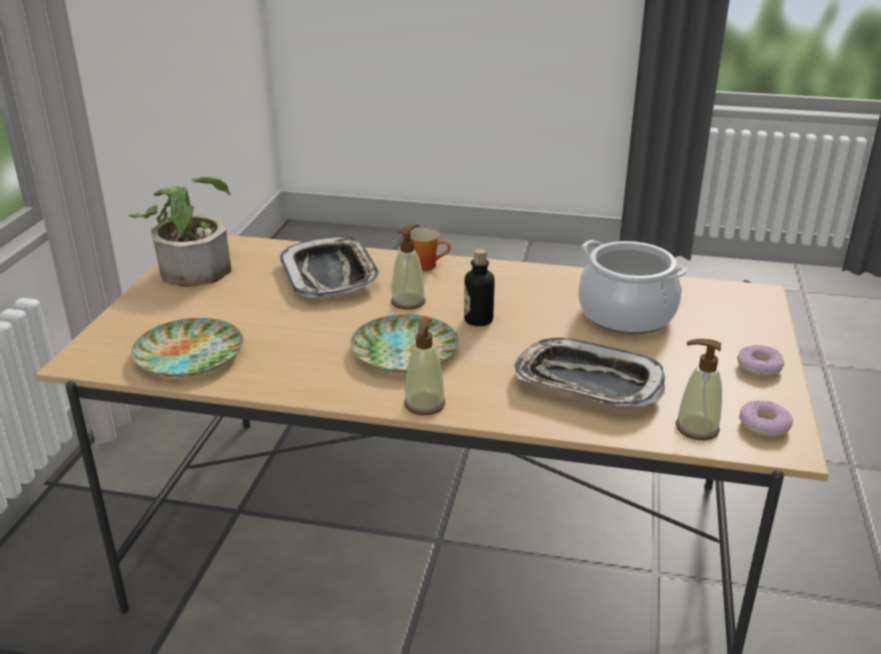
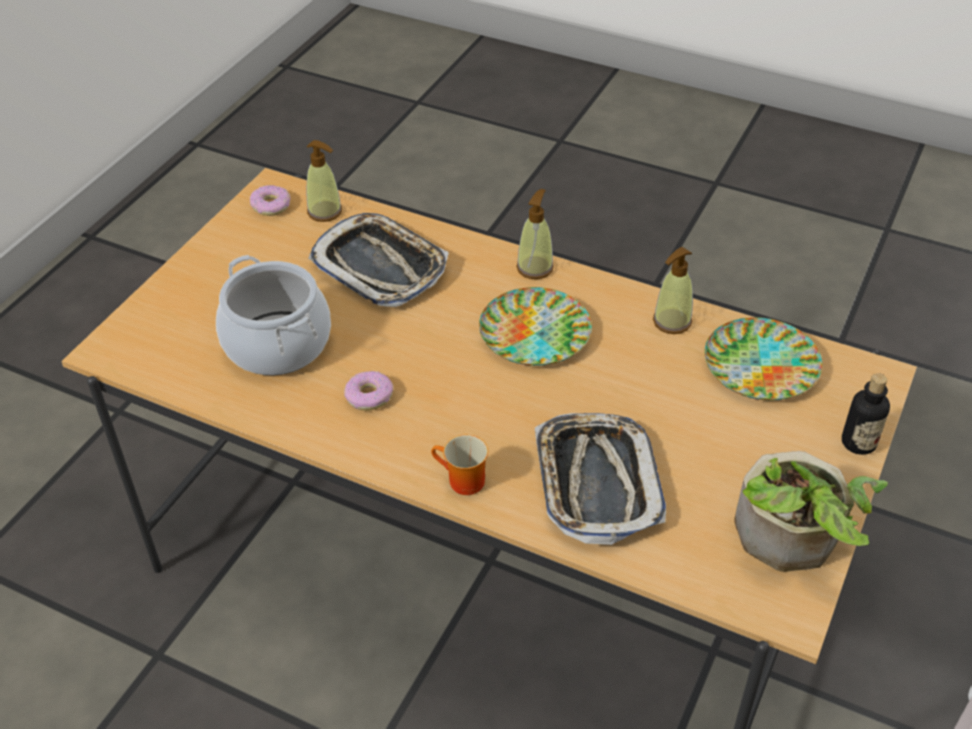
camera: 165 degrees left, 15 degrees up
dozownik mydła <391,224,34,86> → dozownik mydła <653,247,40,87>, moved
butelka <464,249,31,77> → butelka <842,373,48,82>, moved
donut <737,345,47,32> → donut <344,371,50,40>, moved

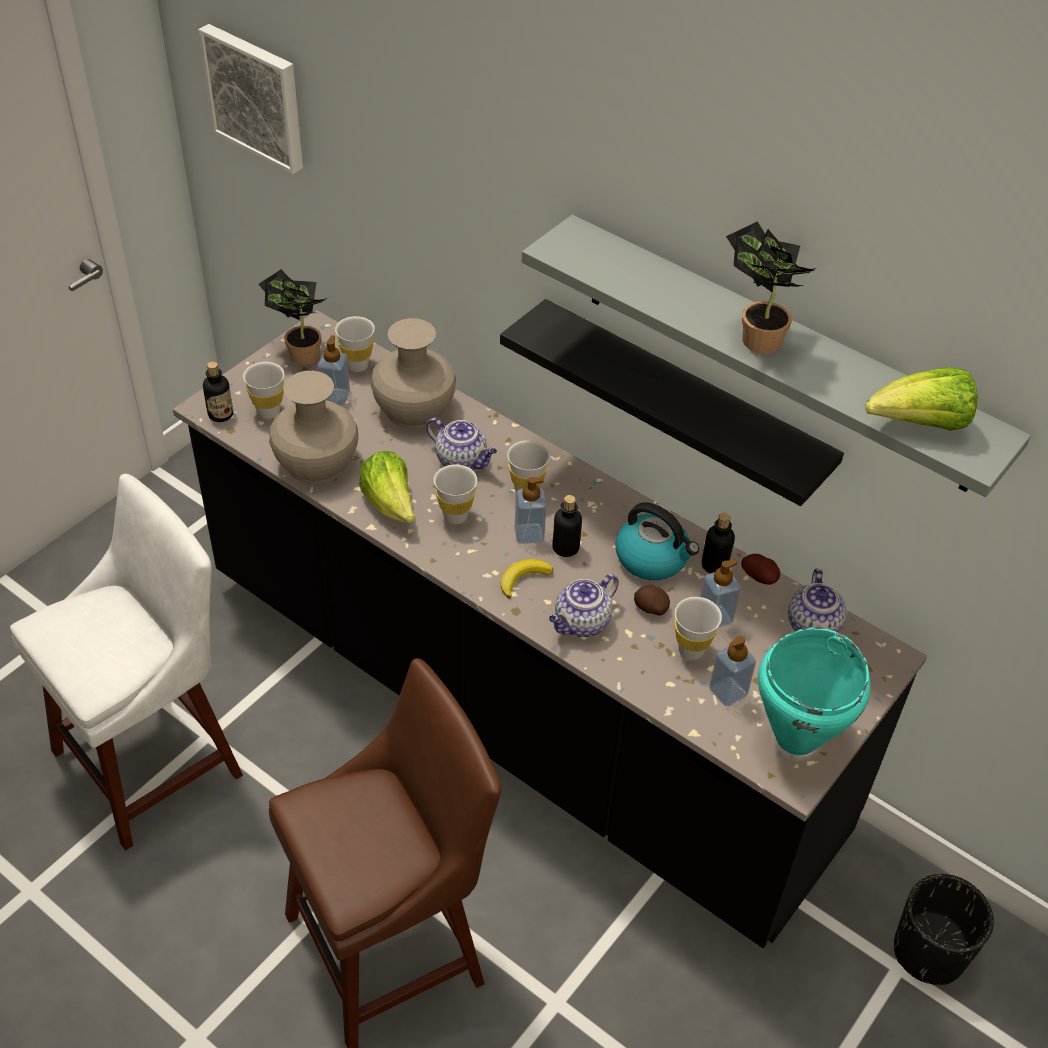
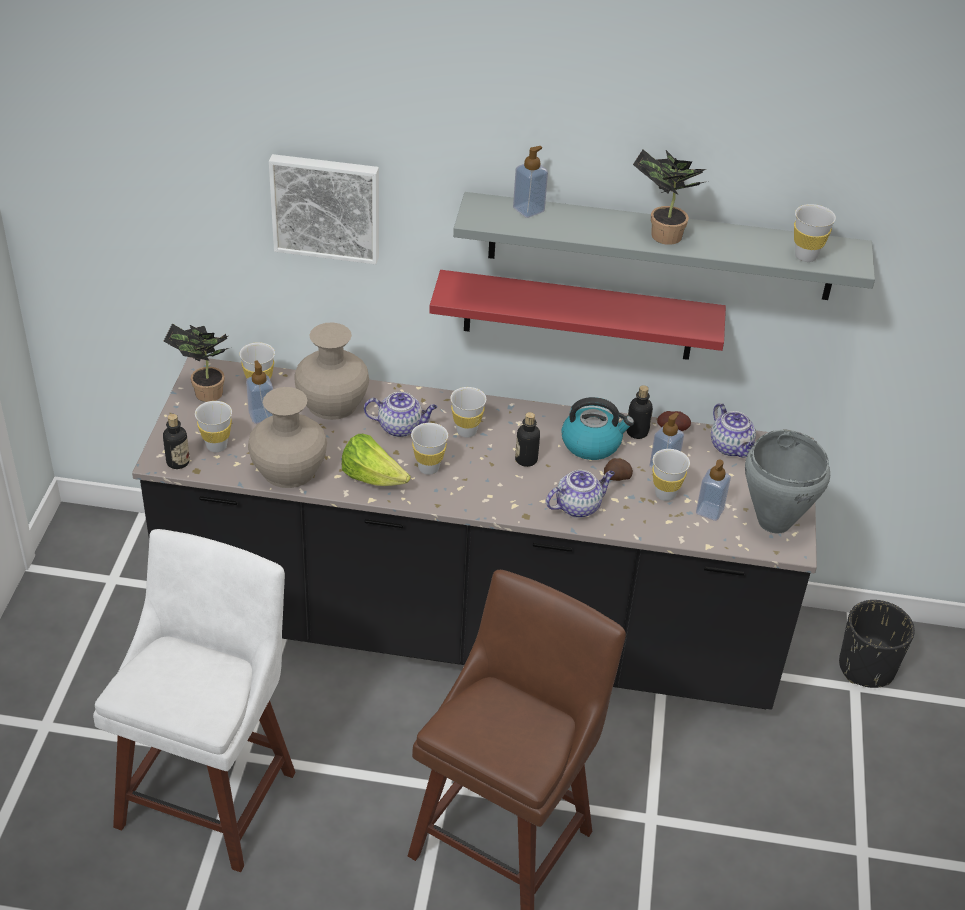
camera: 30 degrees left, 5 degrees down
obraz <198,24,105,150> → obraz <269,154,110,110>, moved
półka/czarny <500,299,344,207> → półka/czerwony <429,270,297,90>
sałata <866,367,112,64> → filiżanka/biały <794,204,42,58>
dozownik mydła <515,477,31,67> → dozownik mydła <513,146,35,72>, moved
banan <500,559,53,40> → -
imbryk <549,574,70,63> → imbryk <546,470,69,48>, 135 degrees counterclockwise
garnek/turkusowy <758,628,113,127> → garnek/szary <745,430,85,104>

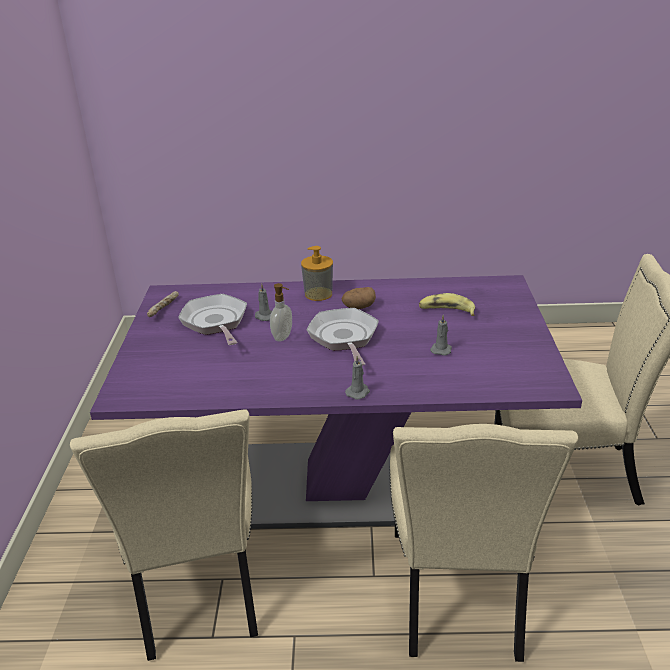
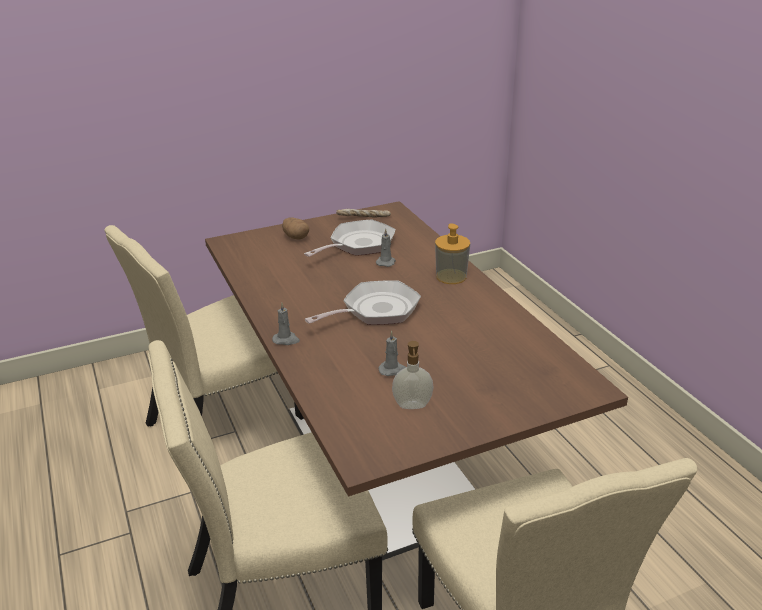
camera: 65 degrees right, 0 degrees up
stół jadalny/fioletowy <90,275,492,254> → stół jadalny/brązowy <205,201,423,359>
dozownik mydła <270,283,22,59> → dozownik mydła <392,341,42,68>, moved
ziemniak <341,287,35,22> → ziemniak <282,217,27,23>, moved
banan <419,293,56,23> → -

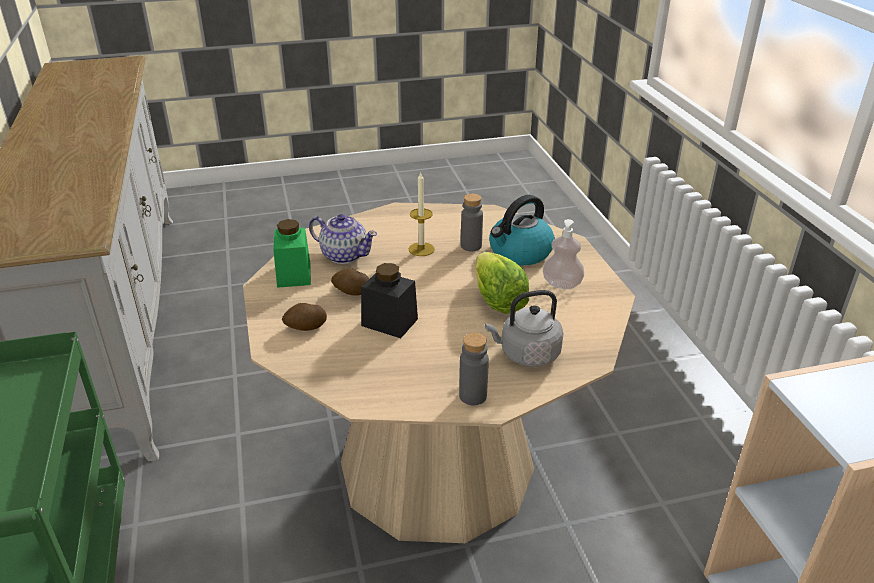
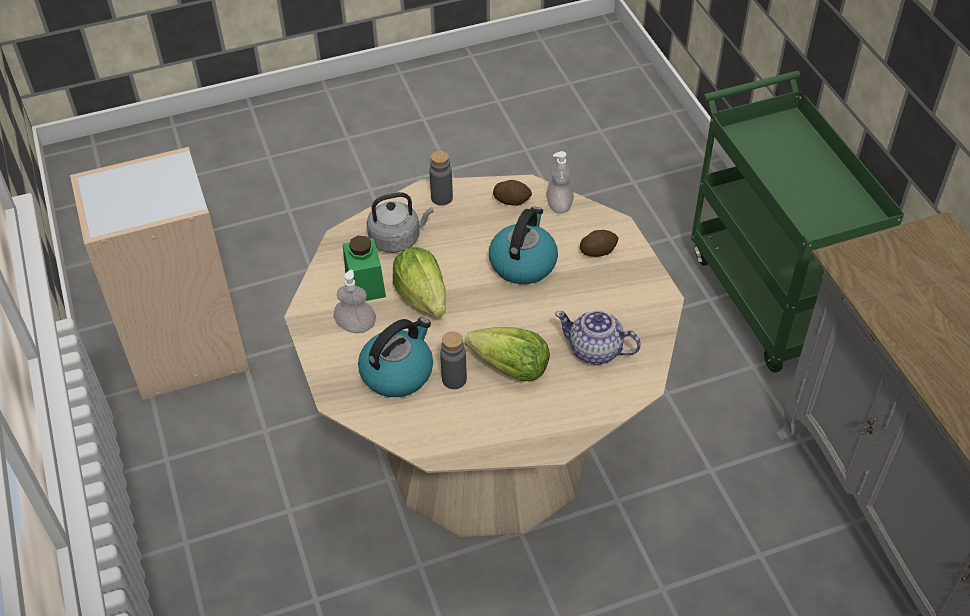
camera: 175 degrees right, 15 degrees up
świeca <409,171,26,85> → sałata <465,327,85,55>
słoik/zielony <273,219,38,69> → słoik/zielony <343,236,43,65>, moved
słoik/czarny <361,263,57,75> → czajnik <489,207,69,77>
ziemniak <331,268,39,27> → ziemniak <493,180,39,26>, moved
- → dozownik mydła <546,151,28,63>

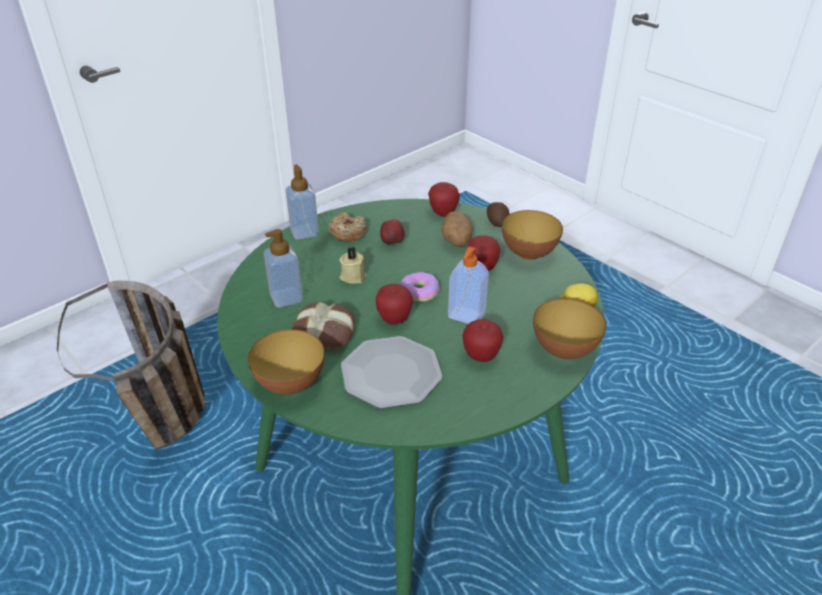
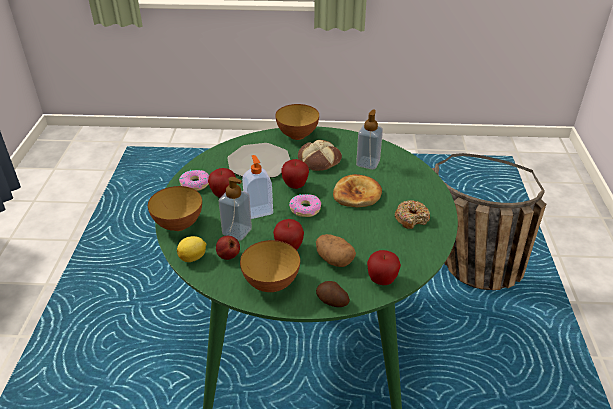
camera: 135 degrees right, 0 degrees up
dozownik mydła <286,164,33,76> → dozownik mydła <219,177,33,64>, moved
jabłko <380,219,25,27> → jabłko <216,236,24,24>, moved
świeca/beżowy <339,247,27,37> → chleb <333,174,49,33>
- → donut <179,170,30,21>

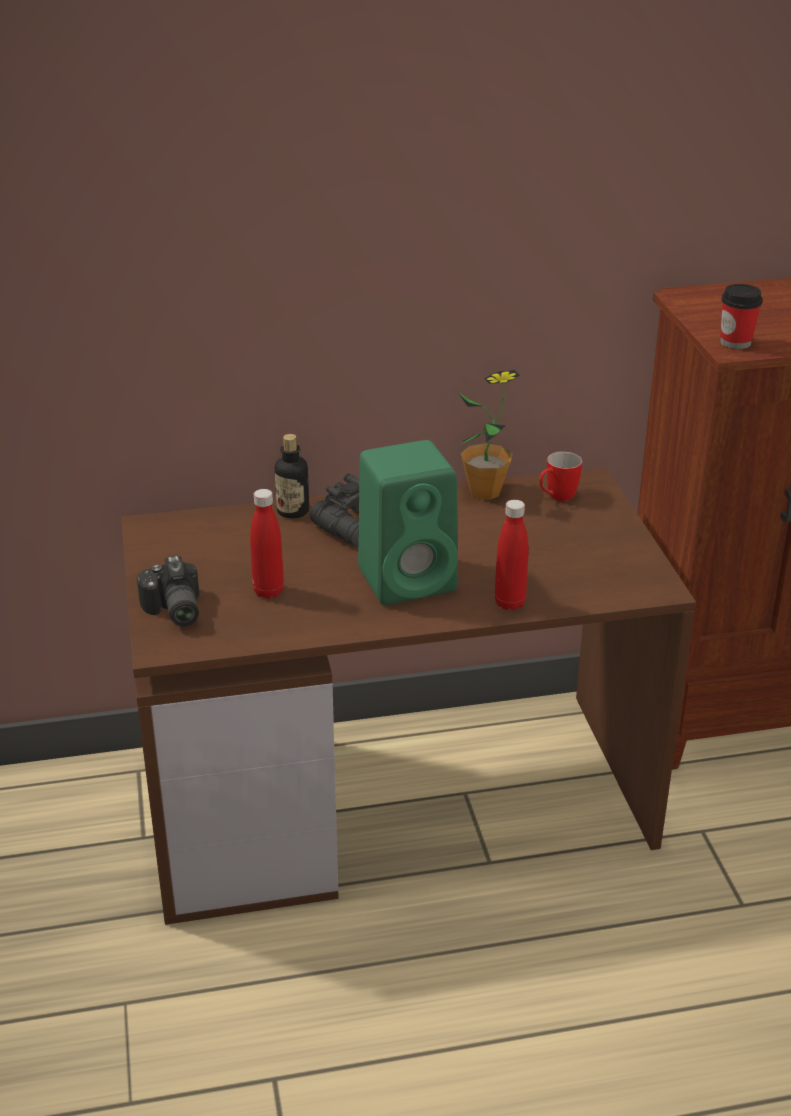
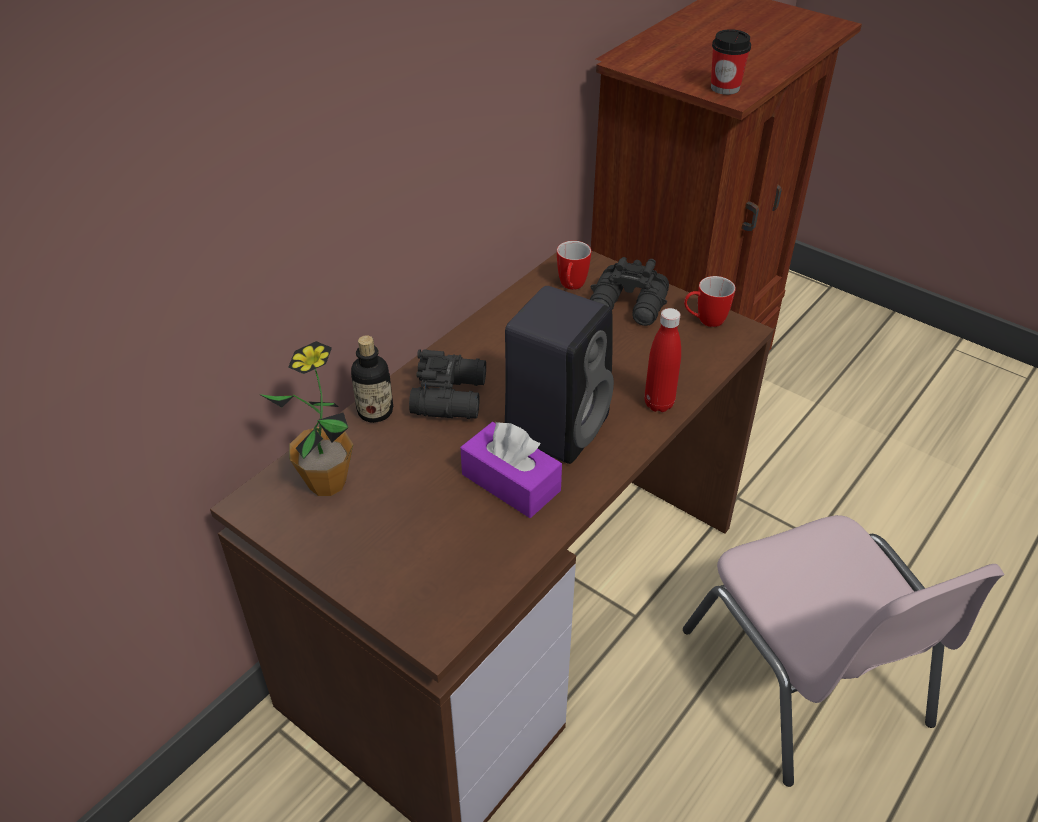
camera: 40 degrees left, 10 degrees up
roślina doniczkowa <457,370,63,129> → roślina doniczkowa <259,341,94,155>, moved
głośnik/zielony <358,440,100,165> → głośnik/czarny <505,286,109,178>
butelka/czerwony <250,489,34,110> → -
aparat fotograficzny <137,555,63,72> → -
- → lornetka/czarny <590,257,79,69>
- → kubek <684,276,52,51>
- → pudełko chusteczek/fioletowy <460,421,102,97>
- → krzesło/różowy <683,515,322,272>

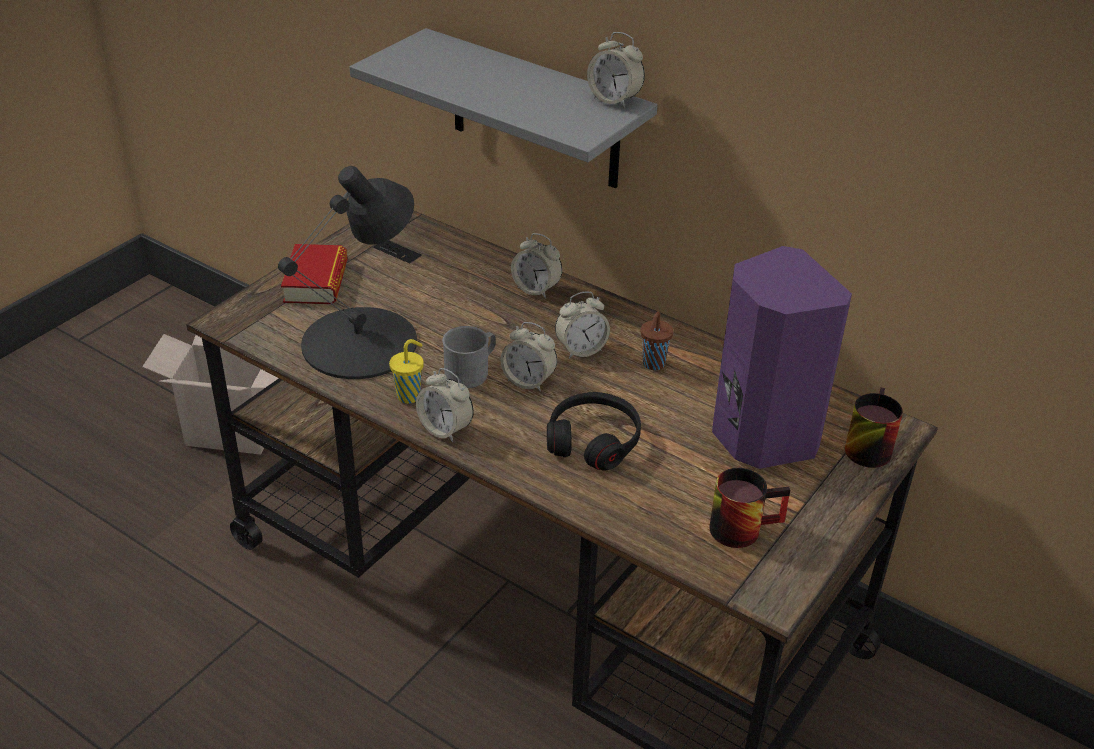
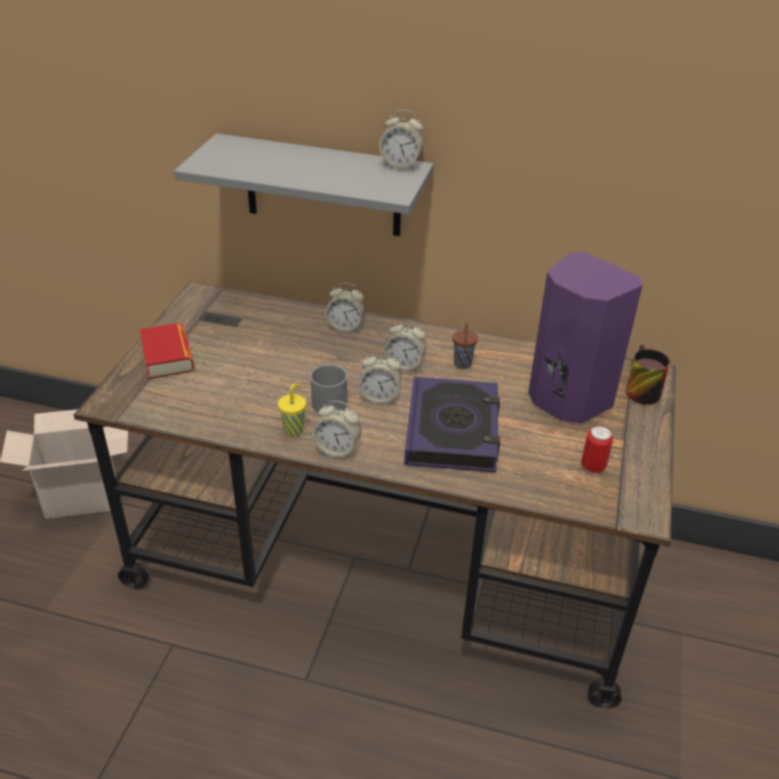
camera: 20 degrees left, 0 degrees up
lampa stołowa/czarny <278,166,139,213> → -
budzik <555,292,55,67> → budzik <384,319,42,53>, 60 degrees clockwise
słuchawki/czarny <547,392,94,79> → książka <404,377,96,96>
kubek <709,468,81,80> → puszka <581,426,32,49>

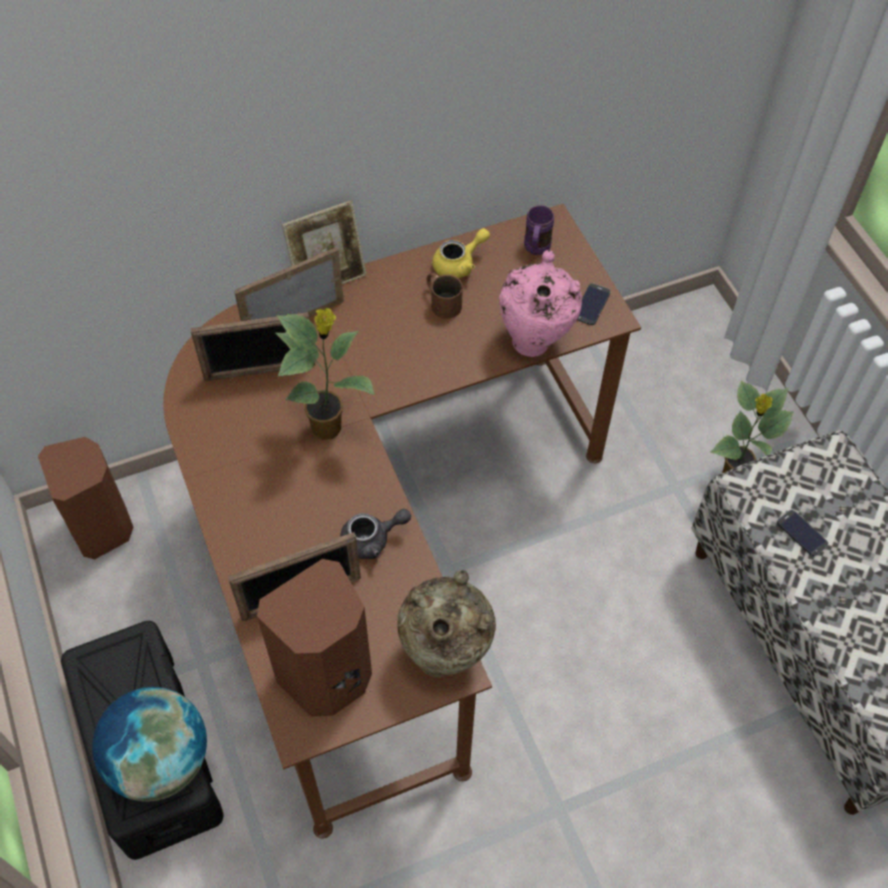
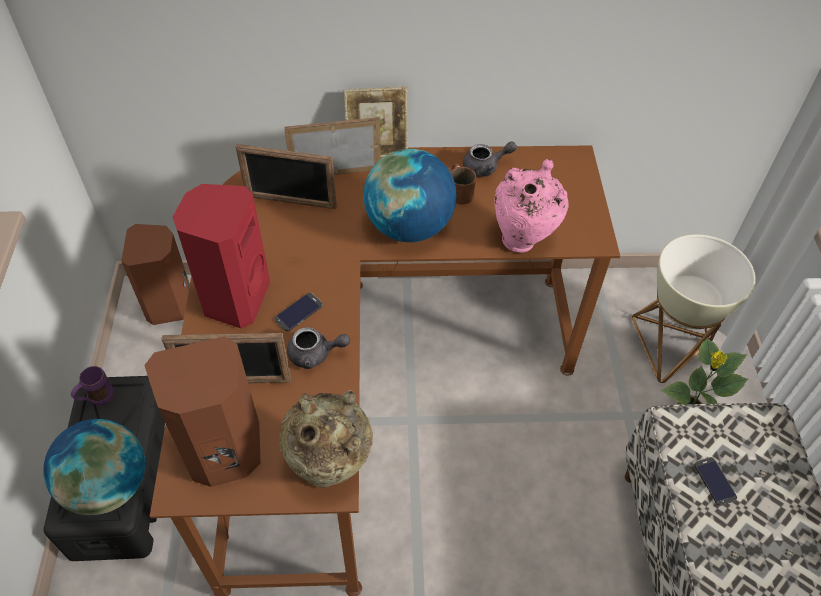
camera: 20 degrees right, 5 degrees down
kubek/fioletowy <524,205,30,50> → kubek/fioletowy <71,366,43,39>, moved
imbryk/żółty <432,228,58,50> → imbryk/szary <463,141,54,36>
telefon <577,283,34,42> → telefon <274,293,49,38>, moved
roślina doniczkowa <275,308,100,132> → -
- → globus <364,149,92,93>
- → głośnik/czerwony <173,184,97,144>
- → donica <632,234,124,149>

